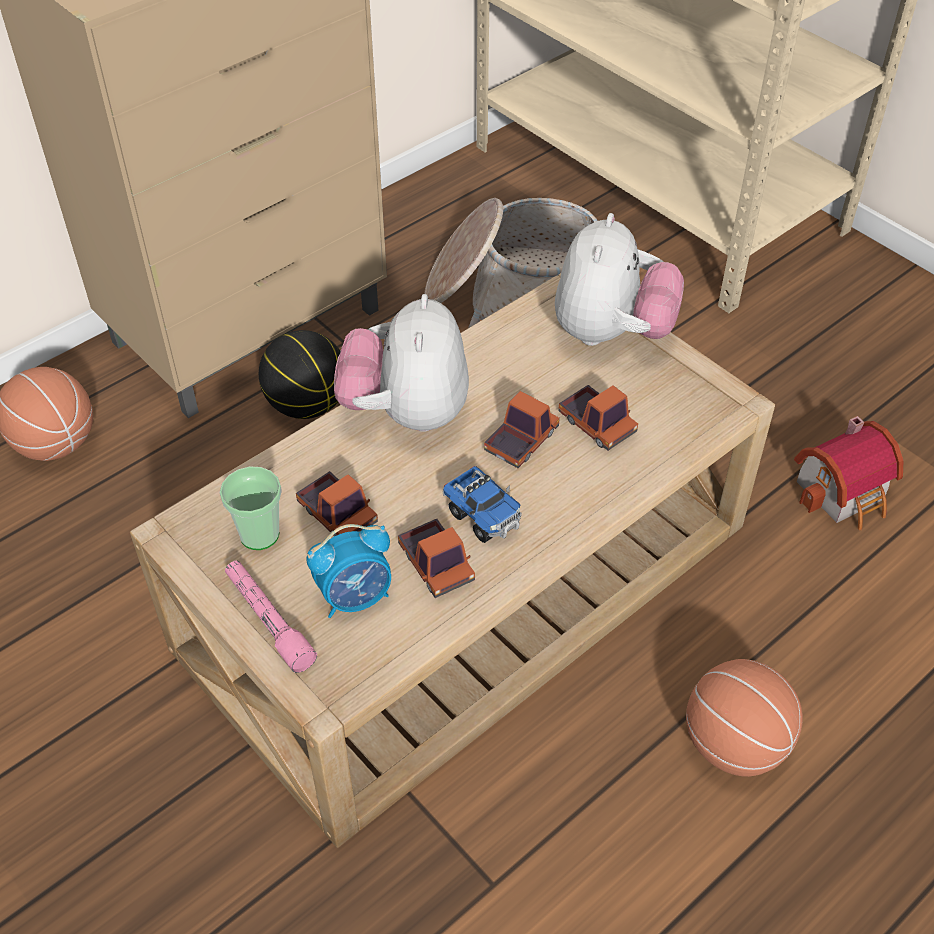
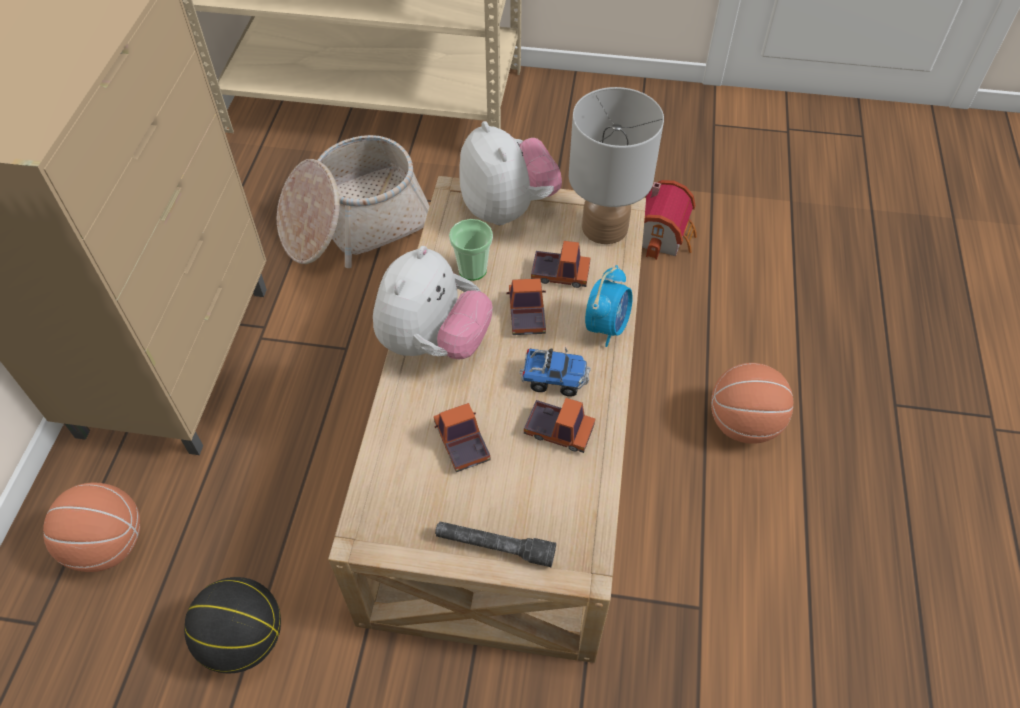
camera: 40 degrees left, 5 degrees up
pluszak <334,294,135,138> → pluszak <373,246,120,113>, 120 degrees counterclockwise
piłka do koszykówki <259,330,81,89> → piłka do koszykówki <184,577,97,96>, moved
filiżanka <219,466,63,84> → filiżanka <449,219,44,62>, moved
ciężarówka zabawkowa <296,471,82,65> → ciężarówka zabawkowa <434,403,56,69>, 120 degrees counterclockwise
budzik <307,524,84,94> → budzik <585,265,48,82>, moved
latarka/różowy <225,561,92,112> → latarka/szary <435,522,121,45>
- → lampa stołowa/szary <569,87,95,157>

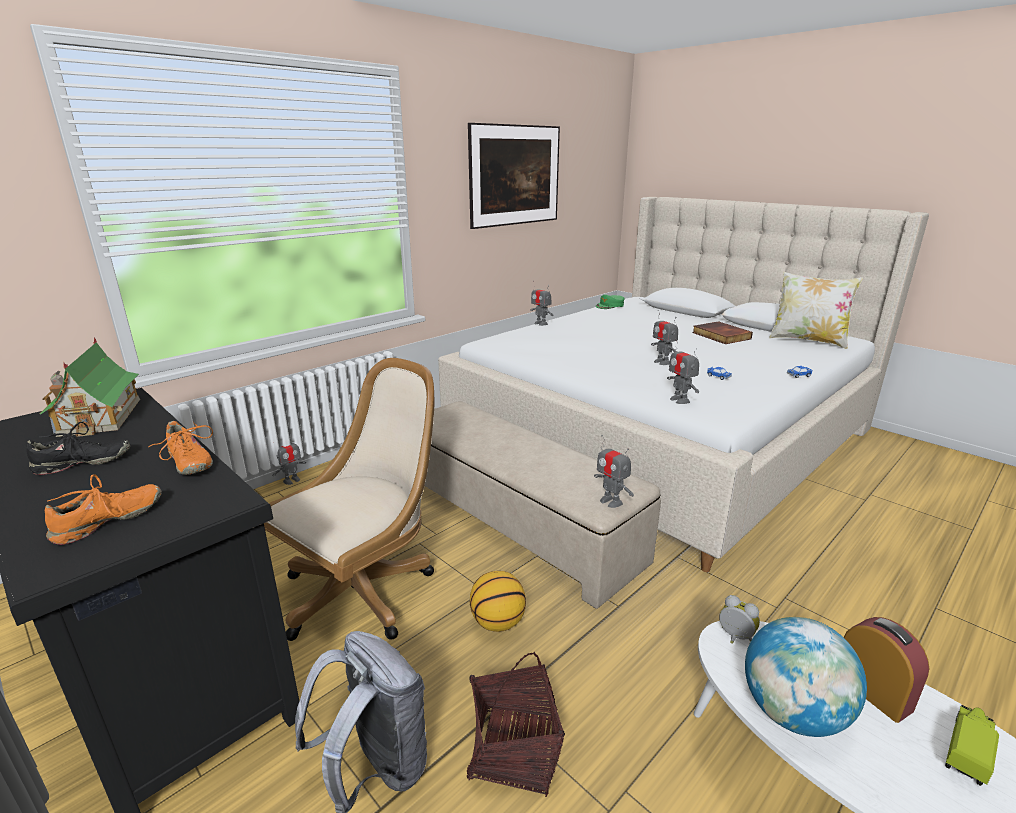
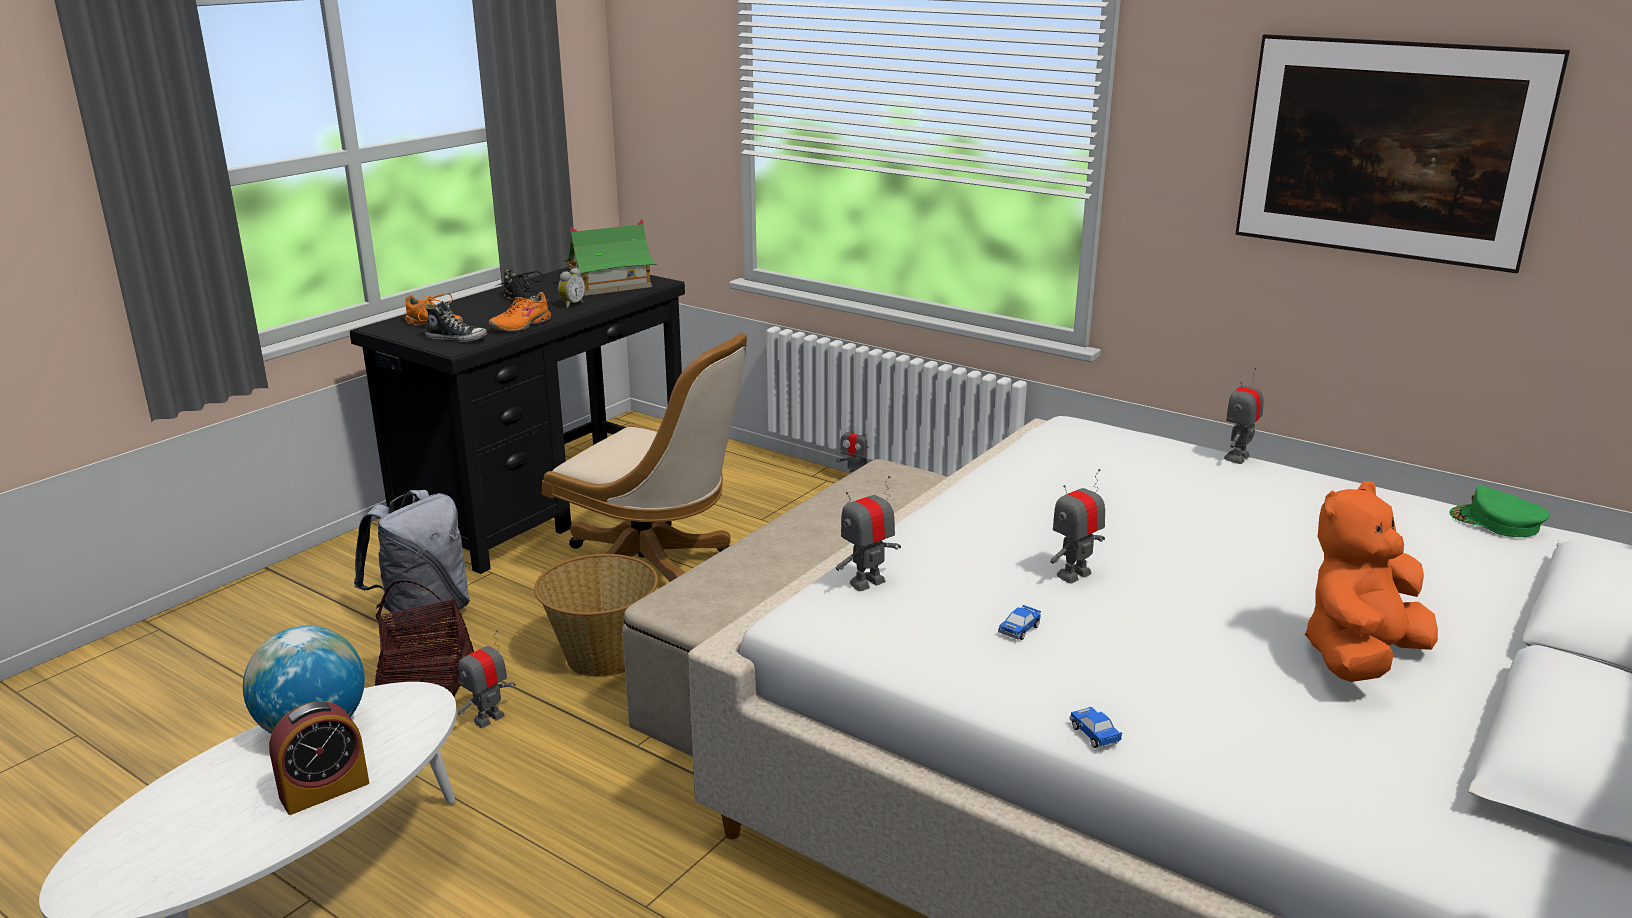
camera: 80 degrees right, 0 degrees up
poduszka <769,272,94,77> → -
książka <692,321,61,23> → pluszak/pomarańczowy <1305,481,133,201>
robot zabawkowy <594,435,40,73> → robot zabawkowy <458,630,58,98>, moved
piłka do koszykówki <470,571,56,61> → koszyk <534,554,124,123>
budzik <719,595,41,49> → budzik <558,268,27,40>, moved
ciężarówka zabawkowa <945,705,54,81> → -
- → but <425,301,62,41>

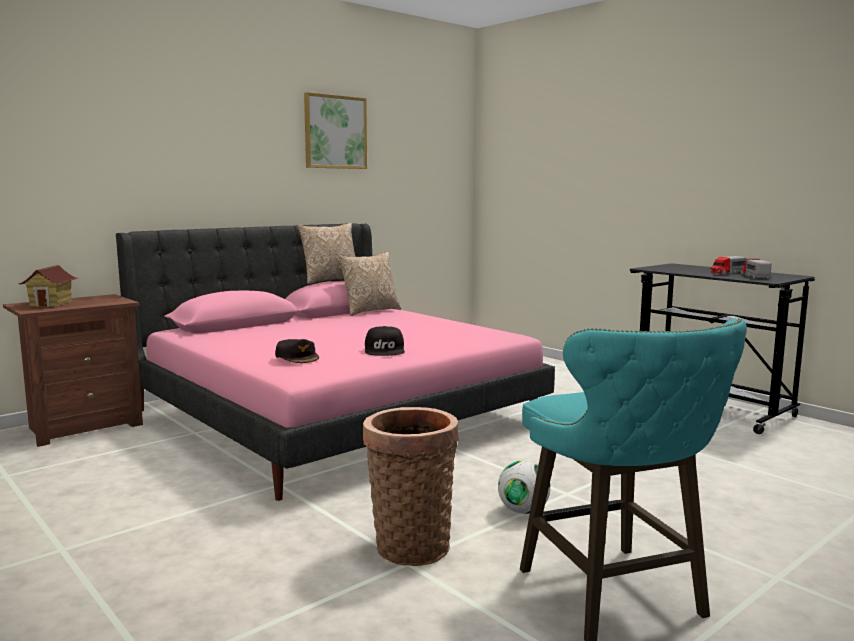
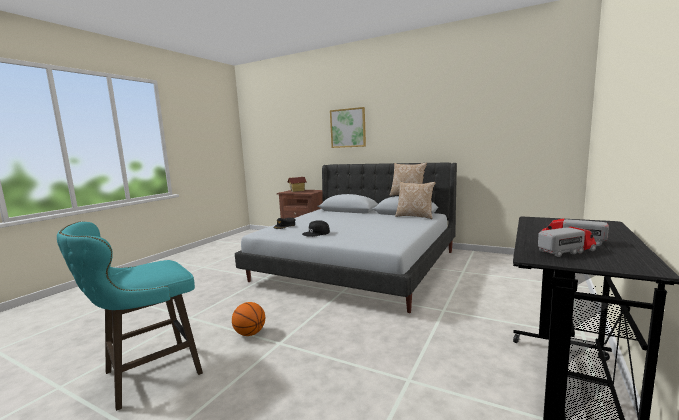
camera: 70 degrees right, 0 degrees up
obraz <304,92,63,77> → obraz <330,107,36,41>, moved
łóżko/różowy <116,223,439,278> → łóżko/szary <235,163,222,150>
koszyk <363,407,96,159> → -
piłka futbolowa <498,460,53,54> → piłka do koszykówki <232,302,33,34>

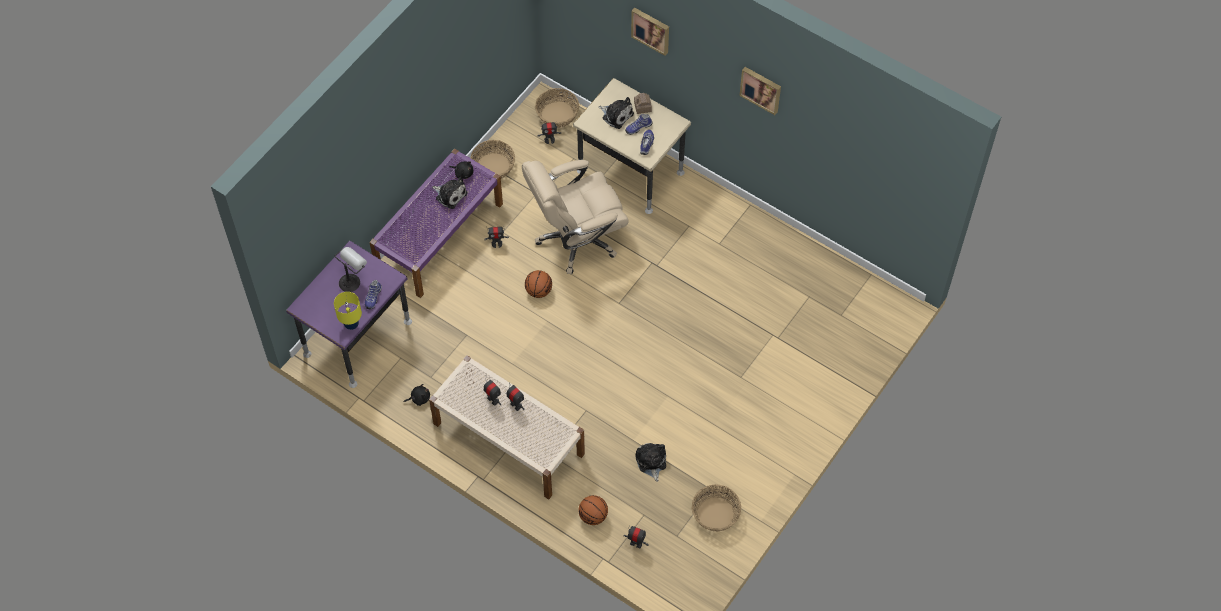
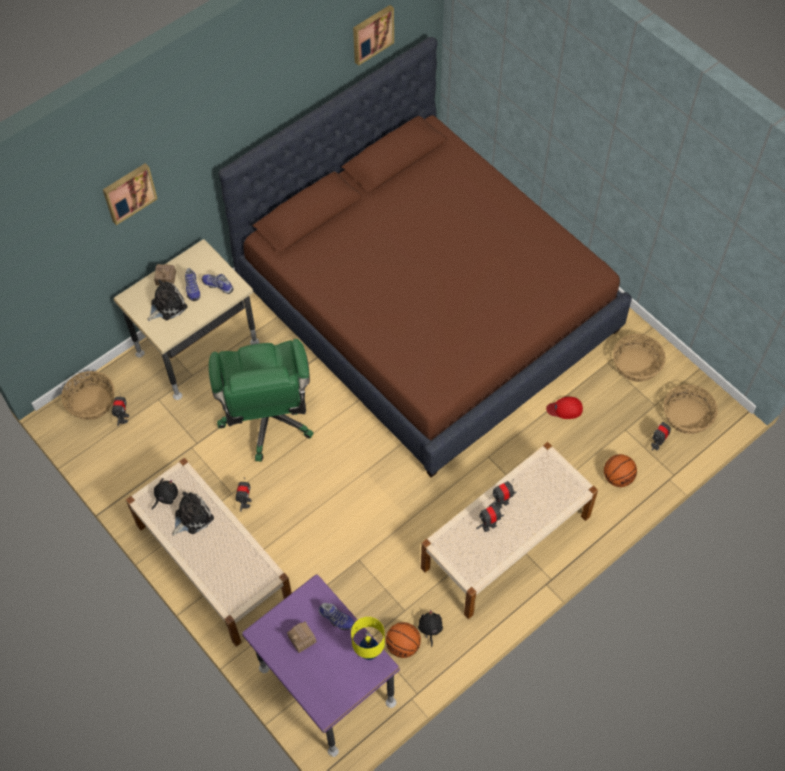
camera: 75 degrees left, 0 degrees up
obraz <740,67,41,48> → obraz <353,5,41,61>, moved
koszyk <471,140,44,39> → koszyk <664,385,54,49>, moved
ławka/fioletowy <369,148,134,150> → ławka/beżowy <126,458,166,189>
krzesło biurowe/beżowy <522,160,107,115> → krzesło biurowe/zielony <209,339,104,123>
lampa stołowa <335,247,32,45> → domek <287,621,30,32>
piłka do koszykówki <525,270,27,28> → piłka do koszykówki <386,622,35,36>, moved
pluszak <636,443,30,39> → czapka z daszkiem/czerwony <546,397,37,22>
- → łóżko/brązowy <218,37,414,441>

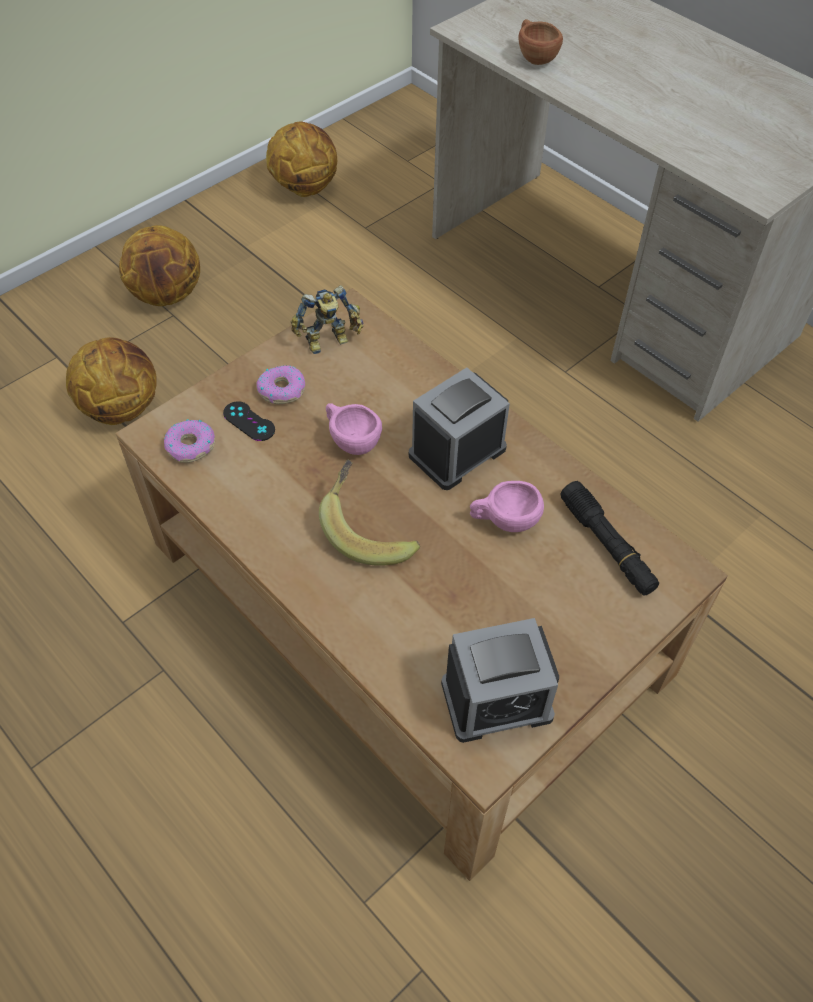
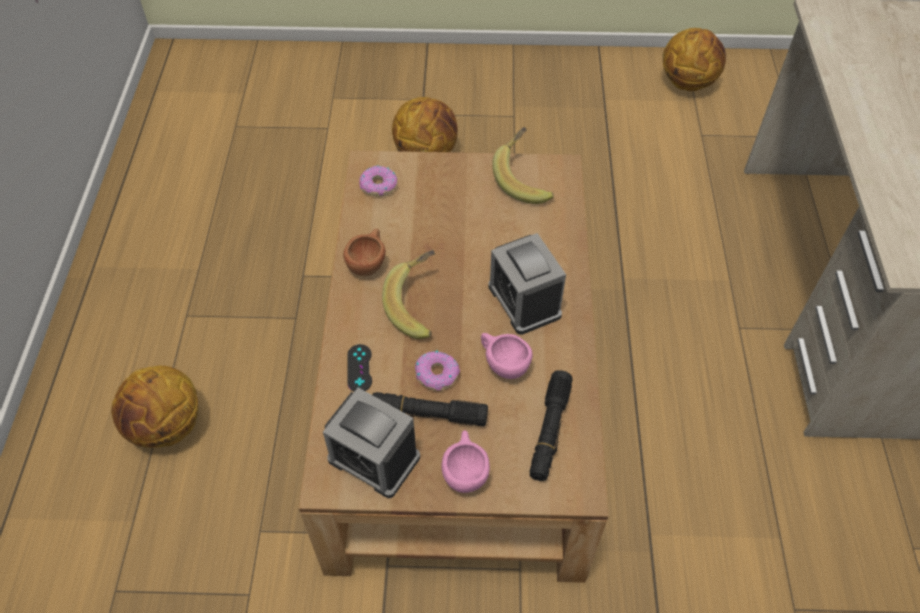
camera: 45 degrees right, 0 degrees up
filiżanka/brązowy <518,19,45,46> → filiżanka/brązowy <343,229,43,47>, moved
piłka do koszykówki <119,225,81,81> → piłka do koszykówki <111,366,87,82>, moved
robot zabawkowy <291,285,72,69> → banan <492,127,62,77>
donut <256,365,49,39> → donut <415,350,45,41>, moved
budzik <409,367,101,123> → budzik <488,233,78,102>, 120 degrees counterclockwise
pad do gier/czarny <223,401,52,40> → pad do gier/czarny <347,344,25,48>, moved
filiżanka/różowy <326,403,56,52> → filiżanka/różowy <442,430,48,63>, moved
- → latarka/czarny <372,392,116,34>

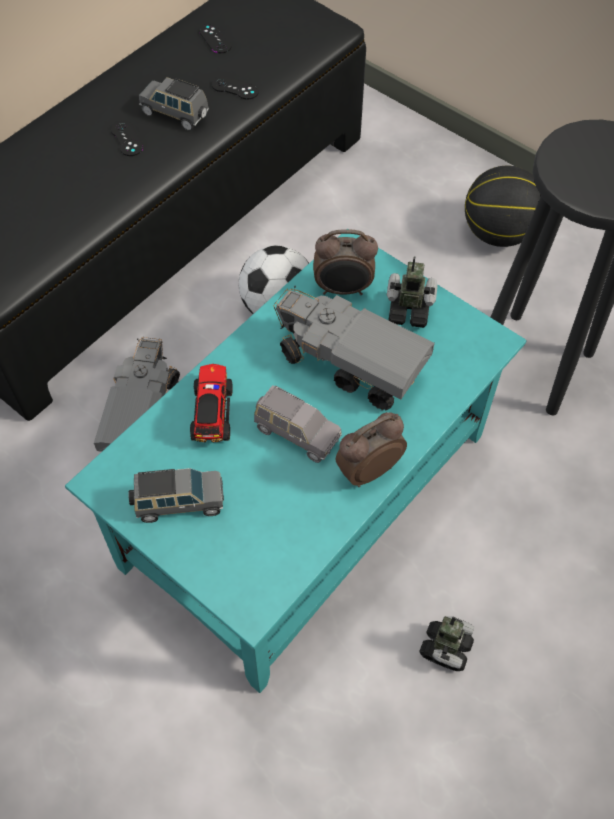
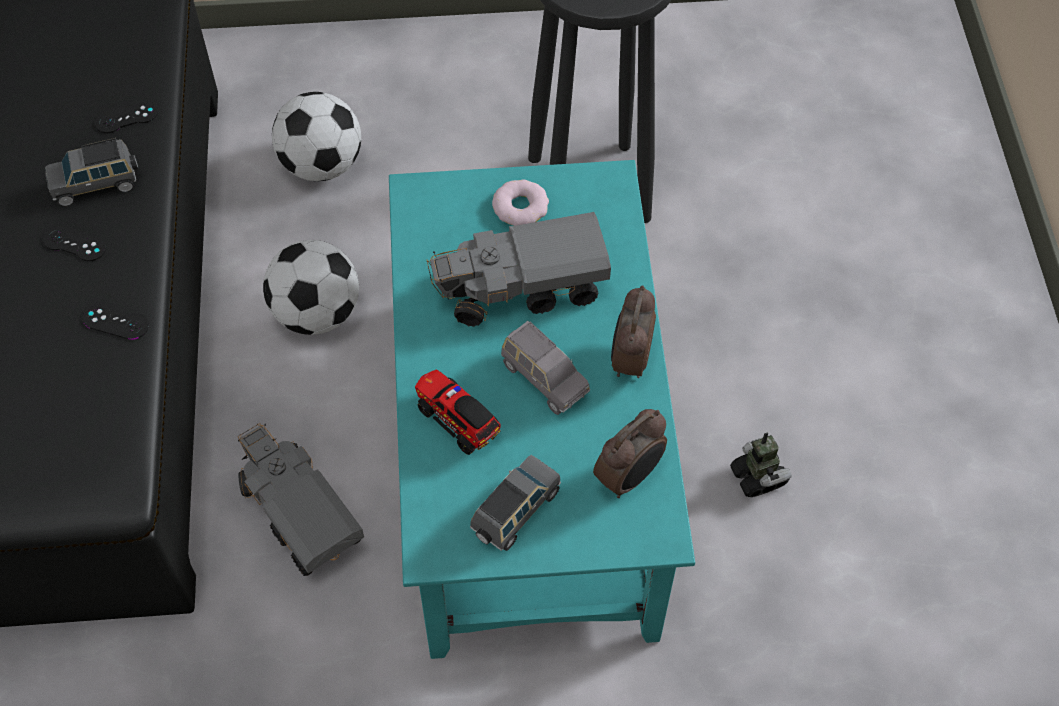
camera: 45 degrees left, 0 degrees up
pad do gier/czarny <199,23,33,30> → pad do gier/czarny <82,303,67,37>, moved
piłka do koszykówki <465,166,76,81> → -
budzik <313,229,65,66> → budzik <593,409,74,89>, moved
robot zabawkowy <387,256,51,72> → donut <492,180,57,46>
samochodzik/szary <254,385,88,78> → samochodzik/szary <501,321,89,94>, 60 degrees clockwise
- → piłka futbolowa <272,92,89,89>

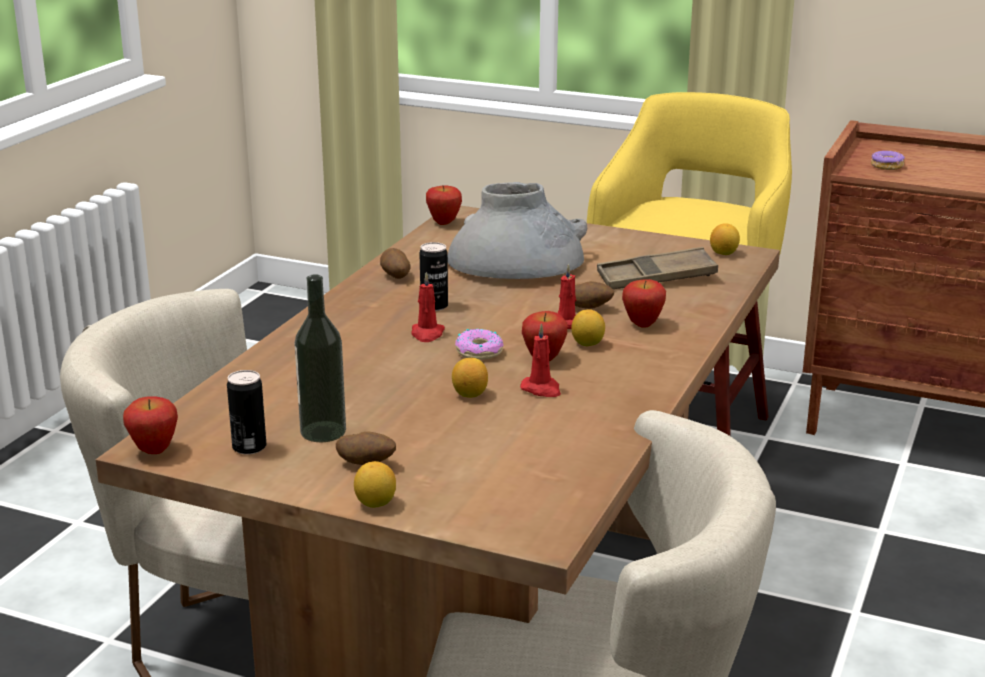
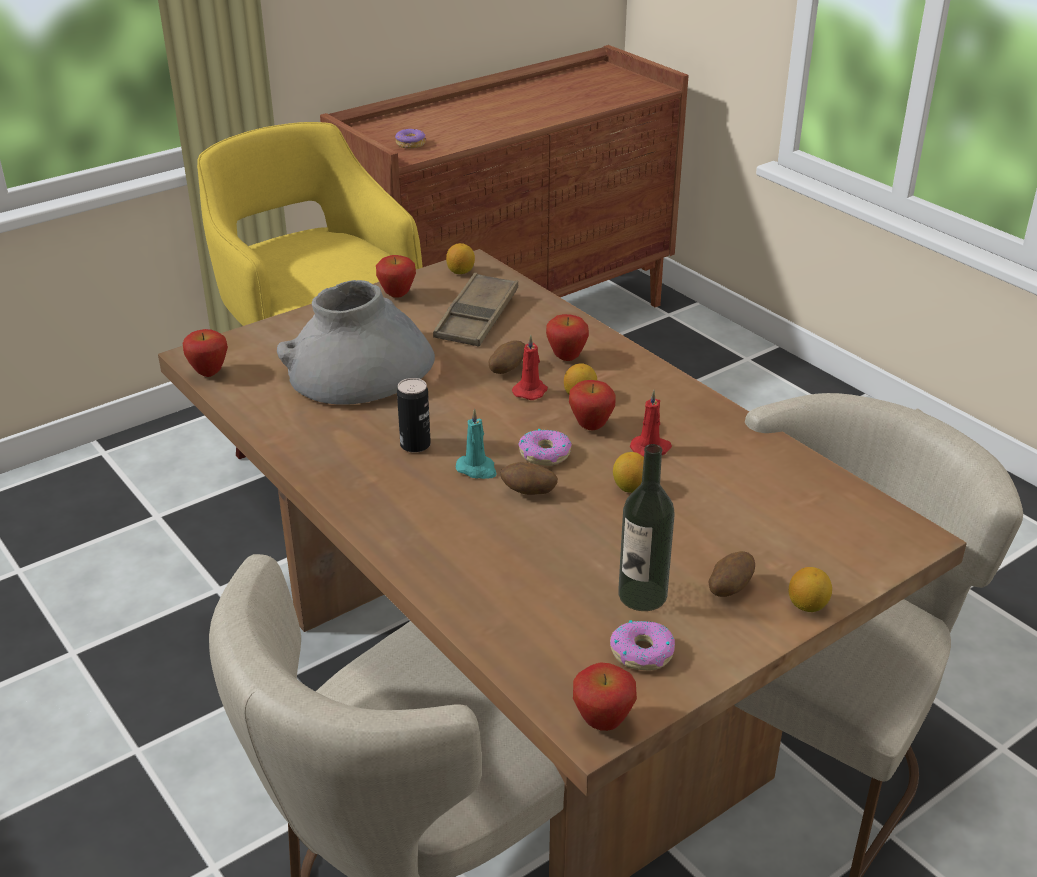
camera: 60 degrees left, 10 degrees up
ziemniak <380,248,31,31> → ziemniak <500,462,58,33>, moved
świeca/czerwony <411,272,34,70> → świeca/turkusowy <456,409,41,70>
puszka <227,370,39,85> → donut <610,620,65,50>
- → jabłko <376,255,40,43>

